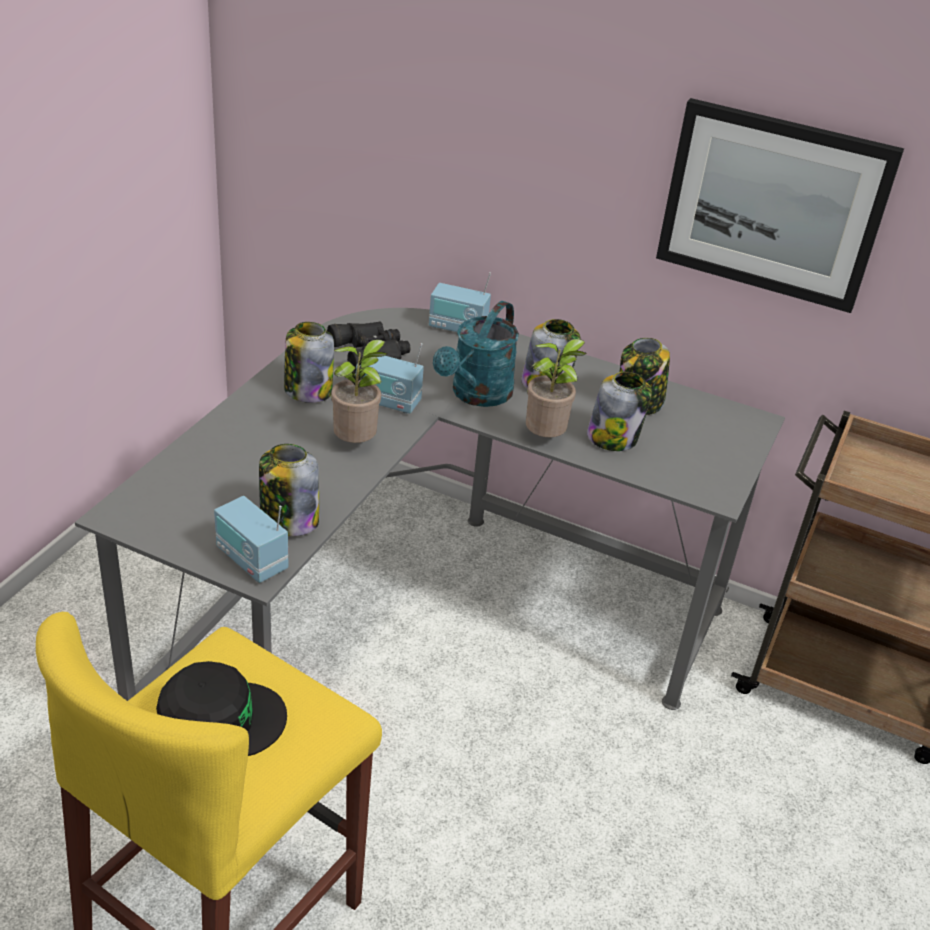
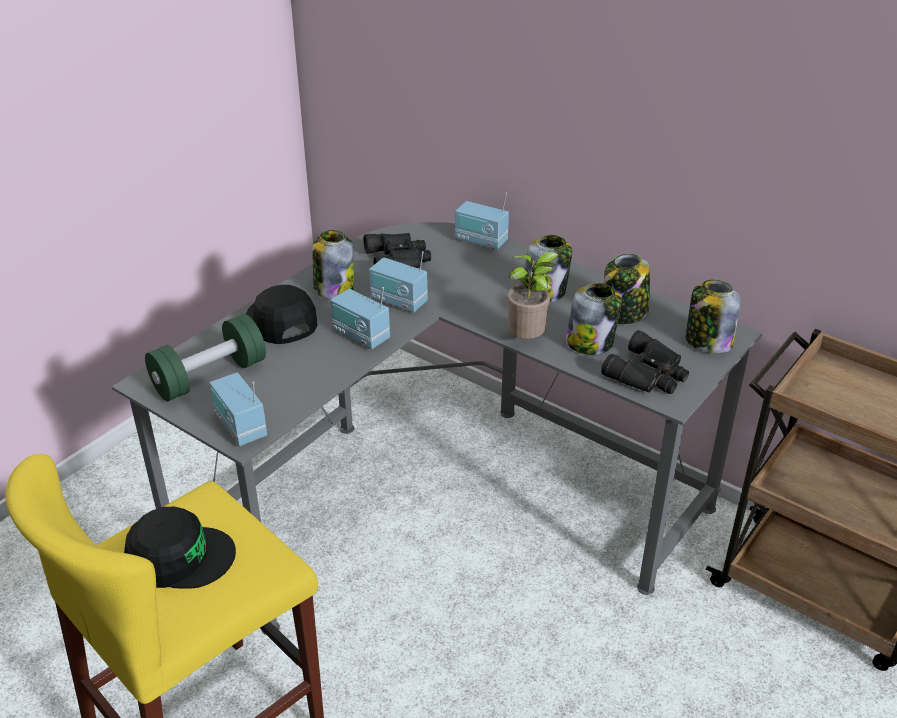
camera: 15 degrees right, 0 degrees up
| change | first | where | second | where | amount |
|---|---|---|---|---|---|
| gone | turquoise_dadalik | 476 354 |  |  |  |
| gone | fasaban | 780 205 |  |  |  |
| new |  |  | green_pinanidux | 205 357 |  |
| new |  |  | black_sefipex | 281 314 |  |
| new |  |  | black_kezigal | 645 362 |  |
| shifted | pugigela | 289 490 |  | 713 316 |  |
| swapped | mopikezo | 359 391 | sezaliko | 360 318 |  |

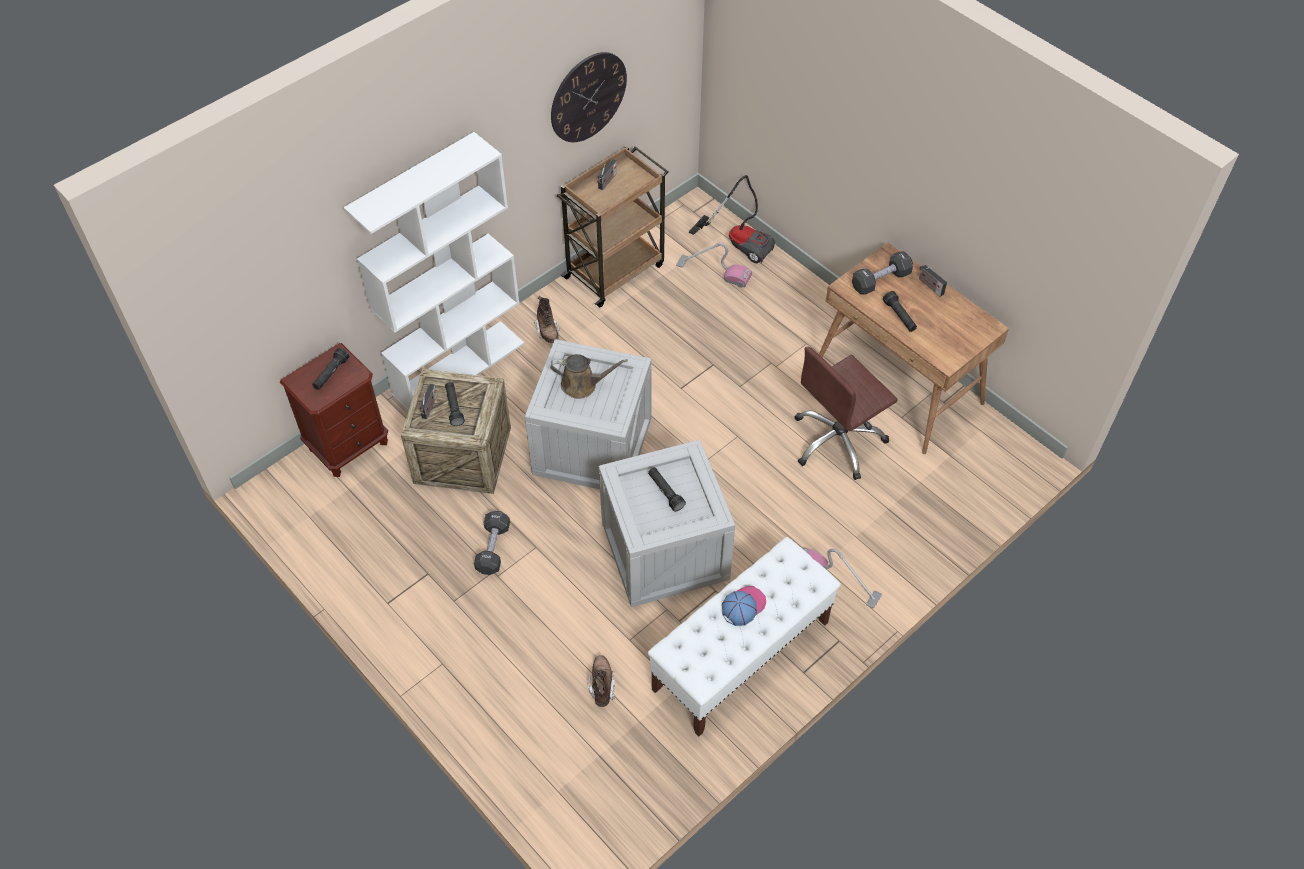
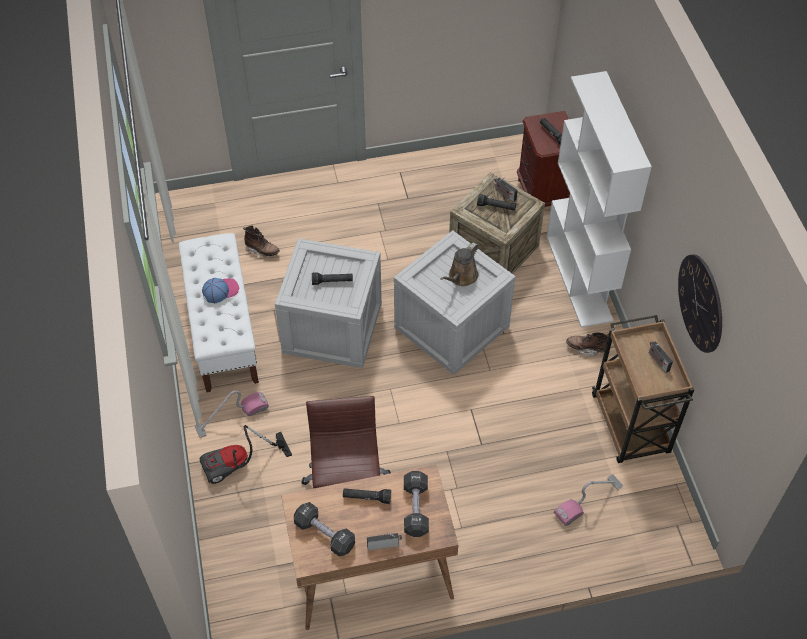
camera: 120 degrees right, 0 degrees up
| change | first | where | second | where | amount |
|---|---|---|---|---|---|
| shifted | black_pinanidux | 492 543 |  | 324 529 |  |
| shifted | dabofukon | 732 219 |  | 246 454 |  |
| rotated | sefipex | 744 606 |  | 220 290 | 105 degrees counterclockwise |

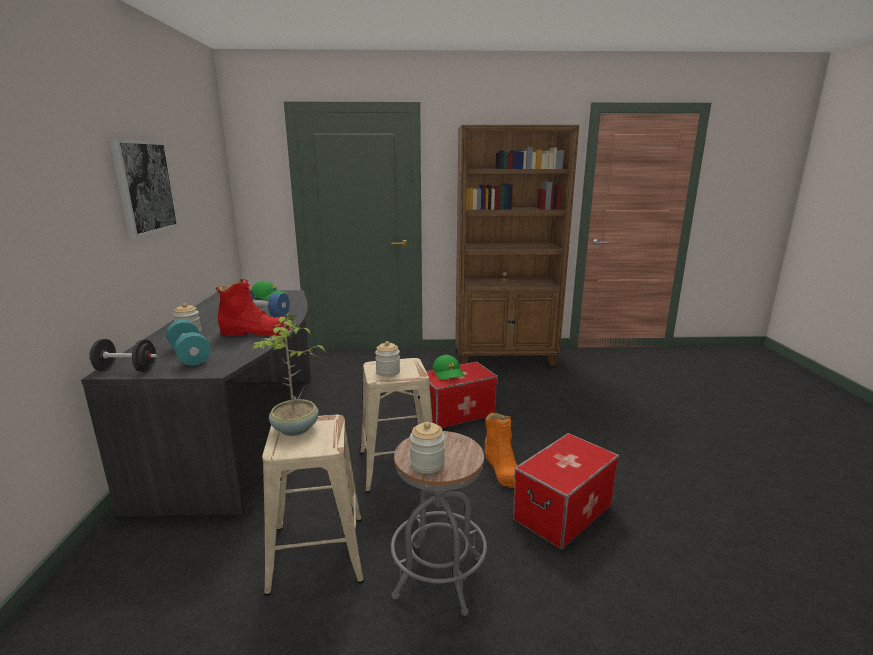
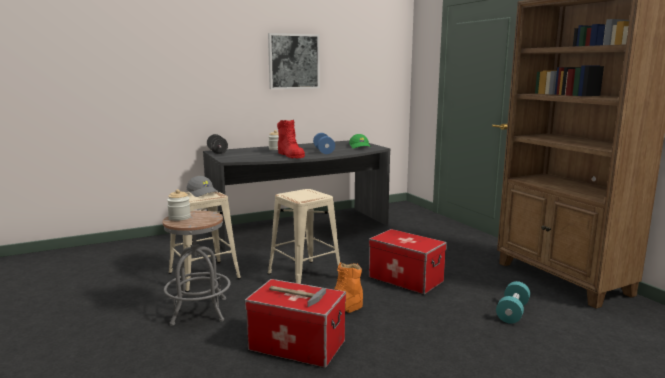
camera: 65 degrees right, 5 degrees down
| change | first | where | second | where | amount |
|---|---|---|---|---|---|
| gone | pugigela | 387 359 |  |  |  |
| gone | green_sefipex | 449 367 |  |  |  |
| new |  |  | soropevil | 297 296 |  |
| shifted | turquoise_pinanidux | 188 343 |  | 513 302 |  |
| swapped | mopikezo | 288 374 | grey_sefipex | 203 186 |  |

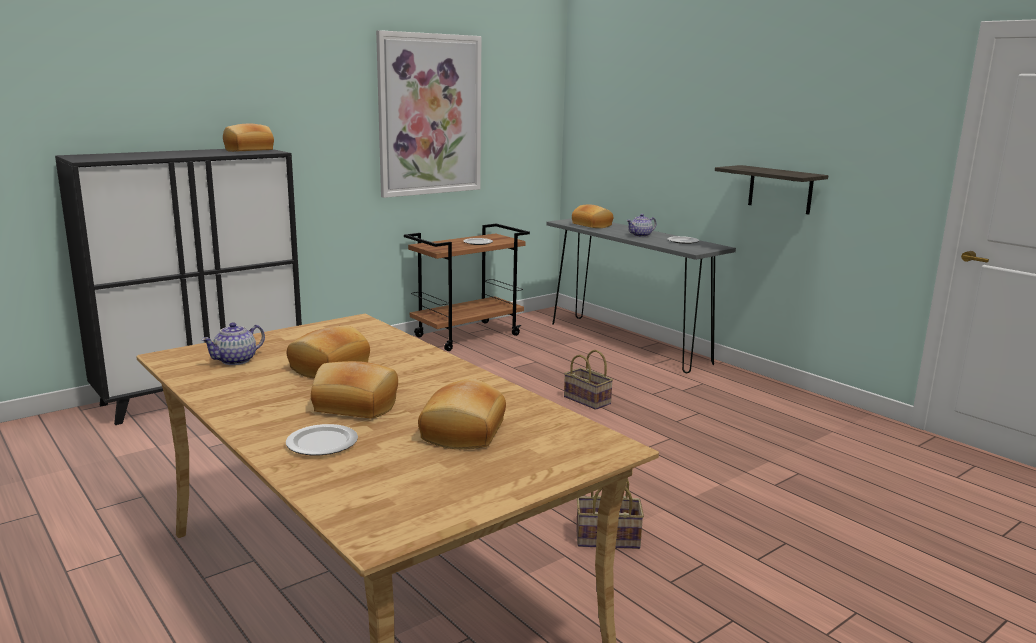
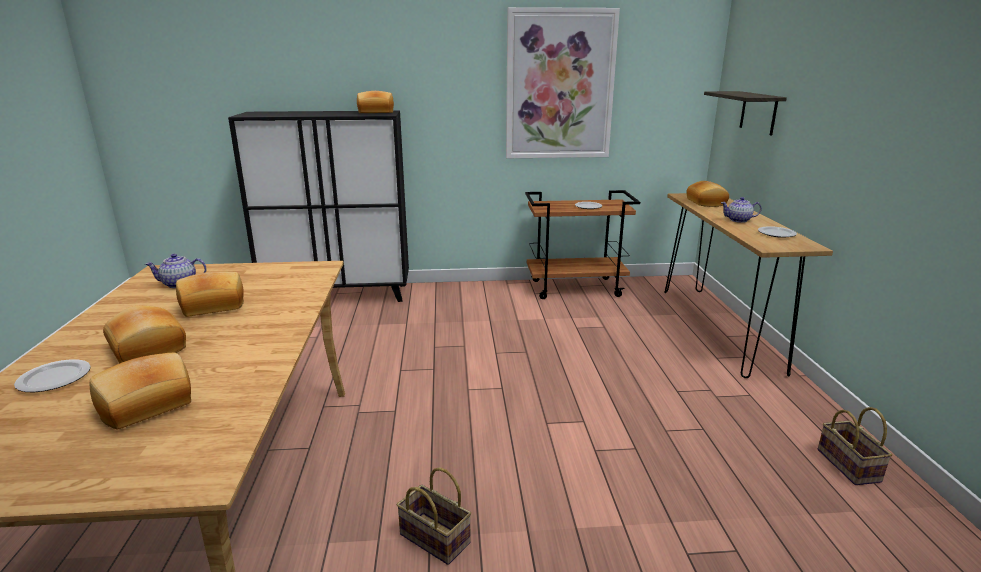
camera: 35 degrees right, 5 degrees up
| change | first | where | second | where | amount |
|---|---|---|---|---|---|
| shifted | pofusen | 588 380 |  | 855 446 |  |
| shifted | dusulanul | 771 189 |  | 745 113 |  |
| repainted | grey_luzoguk | 641 295 | brown_luzoguk | 748 285 |  |

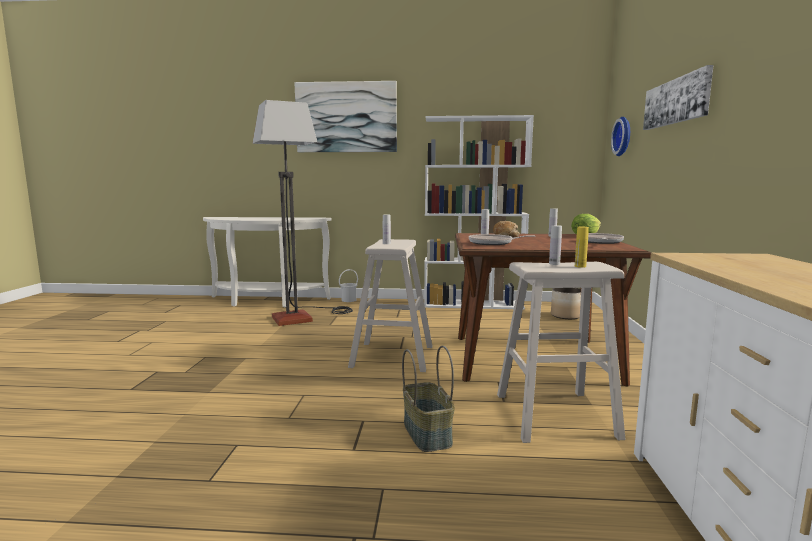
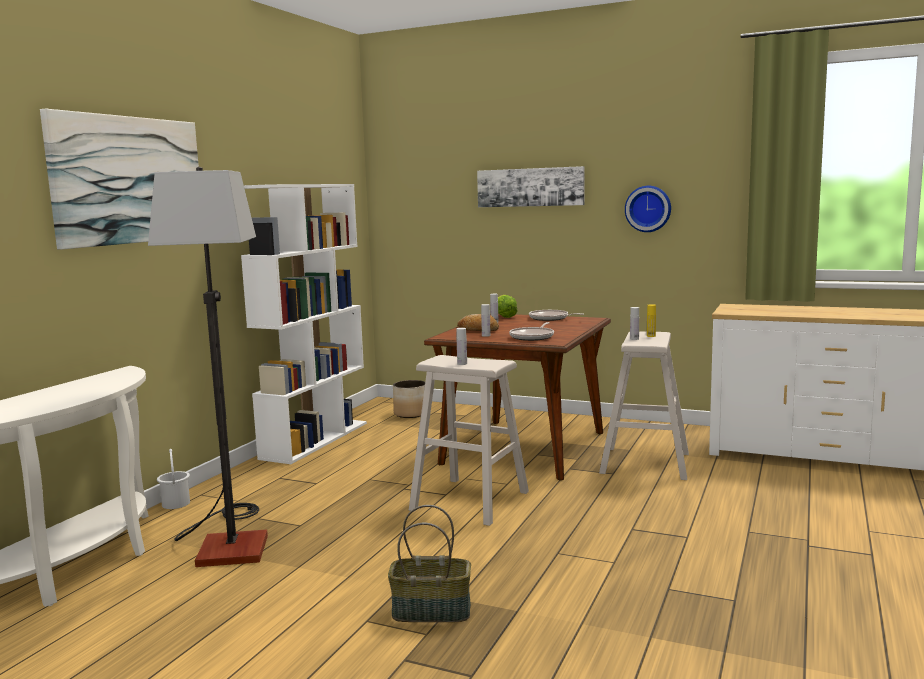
camera: 70 degrees left, 0 degrees up
| change | first | where | second | where | amount |
|---|---|---|---|---|---|
| shifted | pofusen | 428 399 |  | 429 563 |  |
| shifted | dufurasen | 620 136 |  | 648 209 |  |

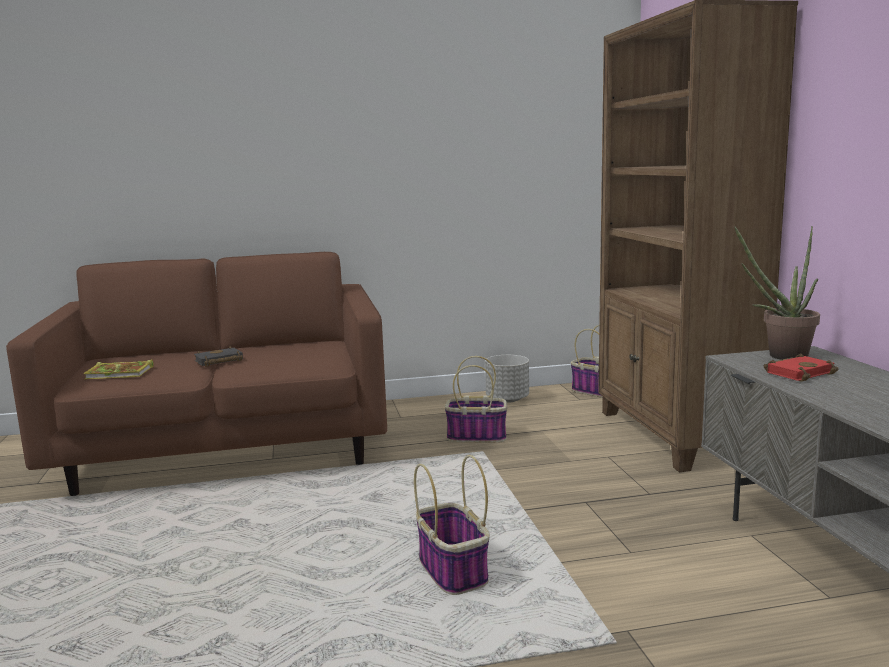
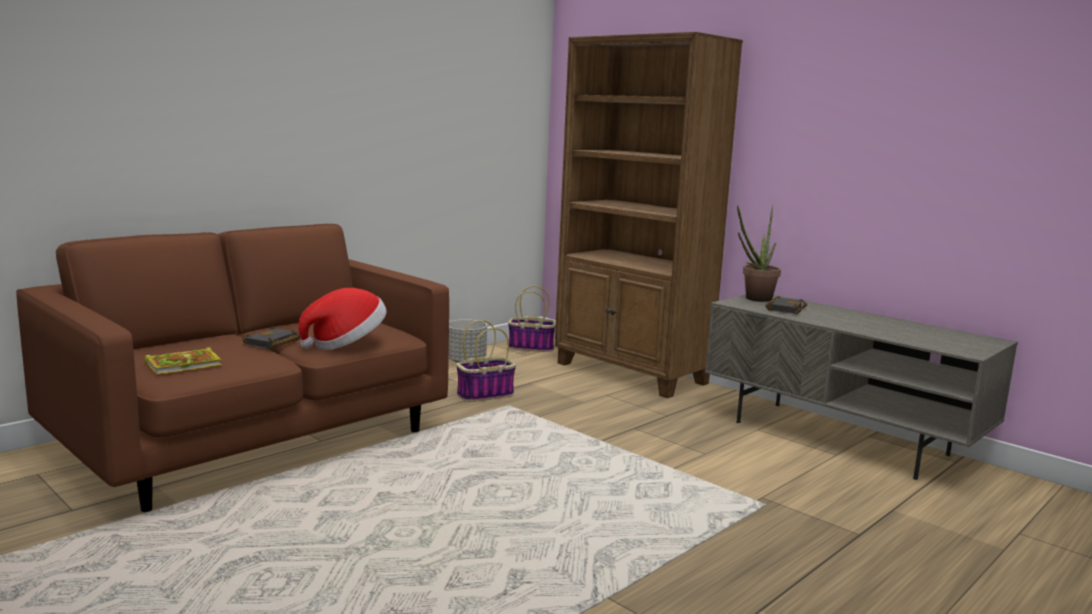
camera: 35 degrees left, 0 degrees up
| change | first | where | second | where | amount |
|---|---|---|---|---|---|
| gone | pofusen | 452 525 |  |  |  |
| new |  |  | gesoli | 342 319 |  |
| repainted | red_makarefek | 801 368 | black_makarefek | 786 305 |  |

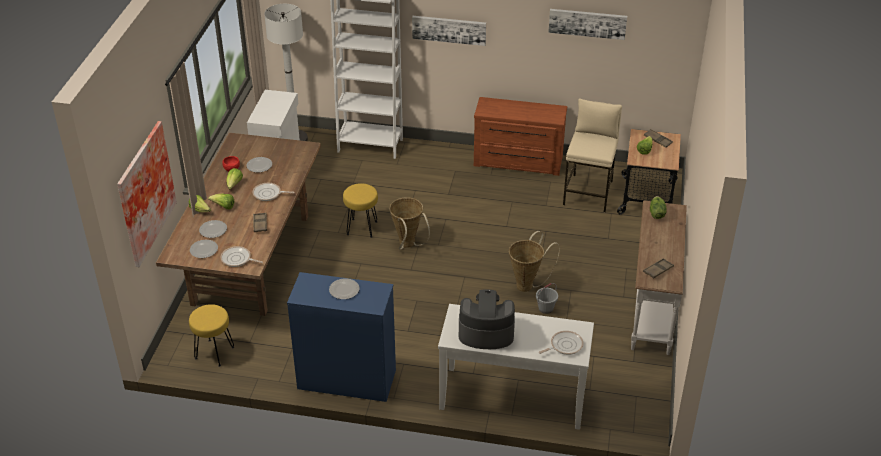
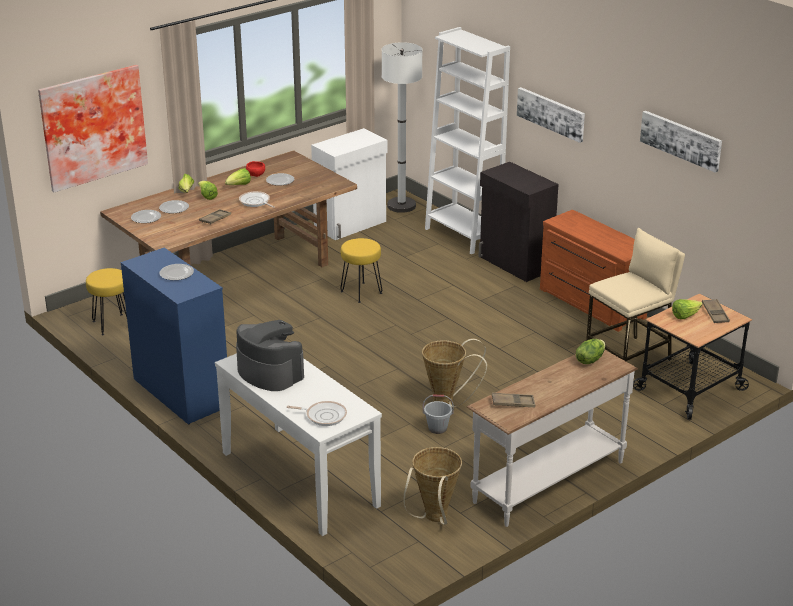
camera: 40 degrees right, 10 degrees down
| change | first | where | second | where | amount |
|---|---|---|---|---|---|
| gone | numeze | 242 256 |  |  |  |
| new |  |  | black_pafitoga | 519 222 |  |
| shifted | pofusen | 409 223 |  | 432 486 |  |

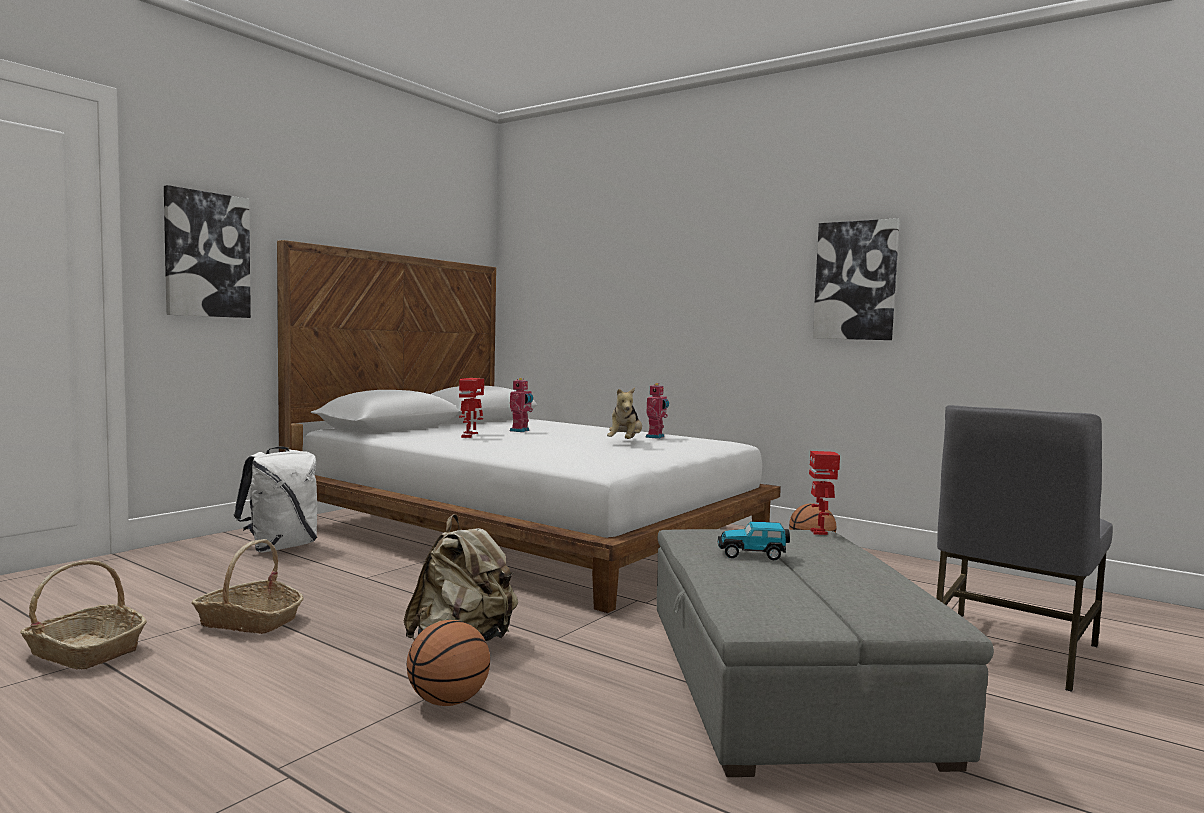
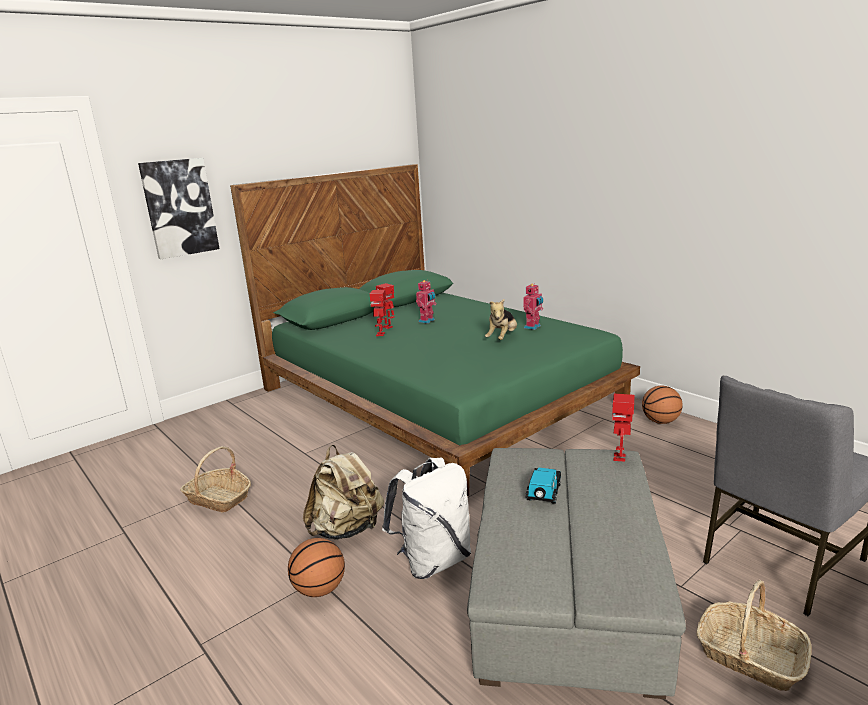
camera: 15 degrees right, 15 degrees up
| change | first | where | second | where | amount |
|---|---|---|---|---|---|
| gone | fasaban | 856 279 |  |  |  |
| shifted | pofusen | 83 615 |  | 754 635 |  |
| shifted | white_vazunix | 275 499 |  | 426 518 |  |
| repainted | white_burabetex | 529 426 | green_burabetex | 435 330 |  |
| rotated | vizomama | 754 540 |  | 543 486 | 90 degrees clockwise |

